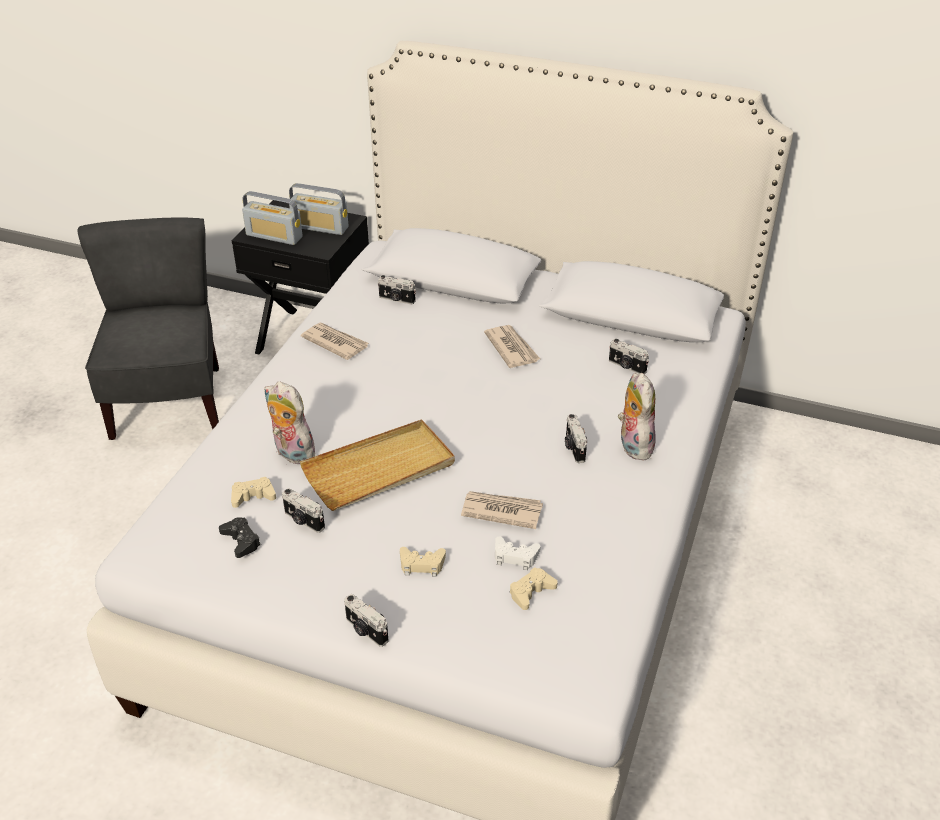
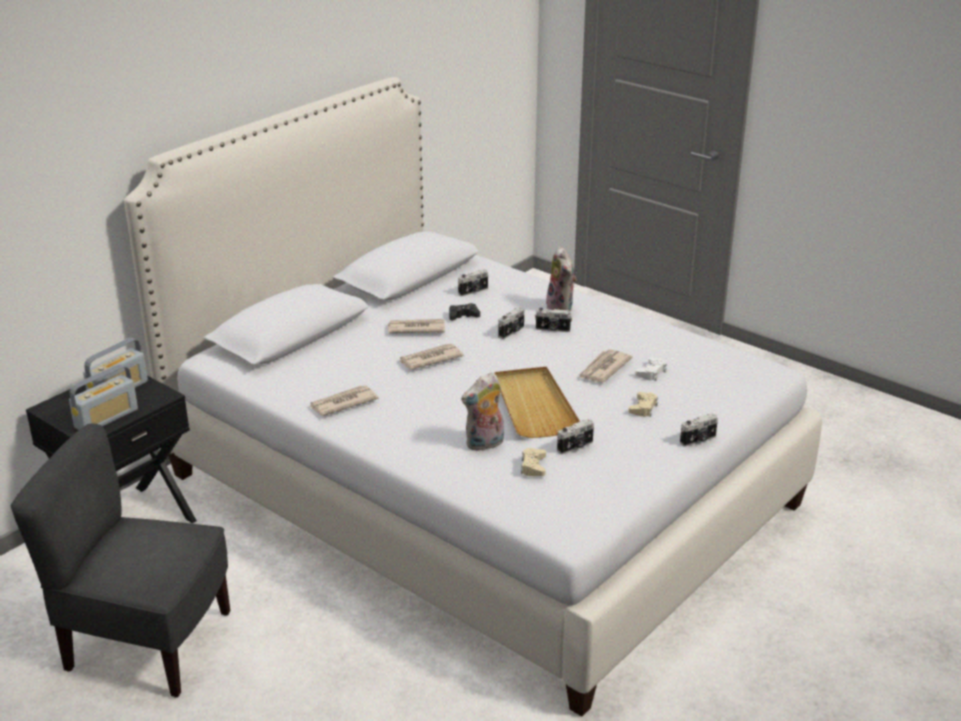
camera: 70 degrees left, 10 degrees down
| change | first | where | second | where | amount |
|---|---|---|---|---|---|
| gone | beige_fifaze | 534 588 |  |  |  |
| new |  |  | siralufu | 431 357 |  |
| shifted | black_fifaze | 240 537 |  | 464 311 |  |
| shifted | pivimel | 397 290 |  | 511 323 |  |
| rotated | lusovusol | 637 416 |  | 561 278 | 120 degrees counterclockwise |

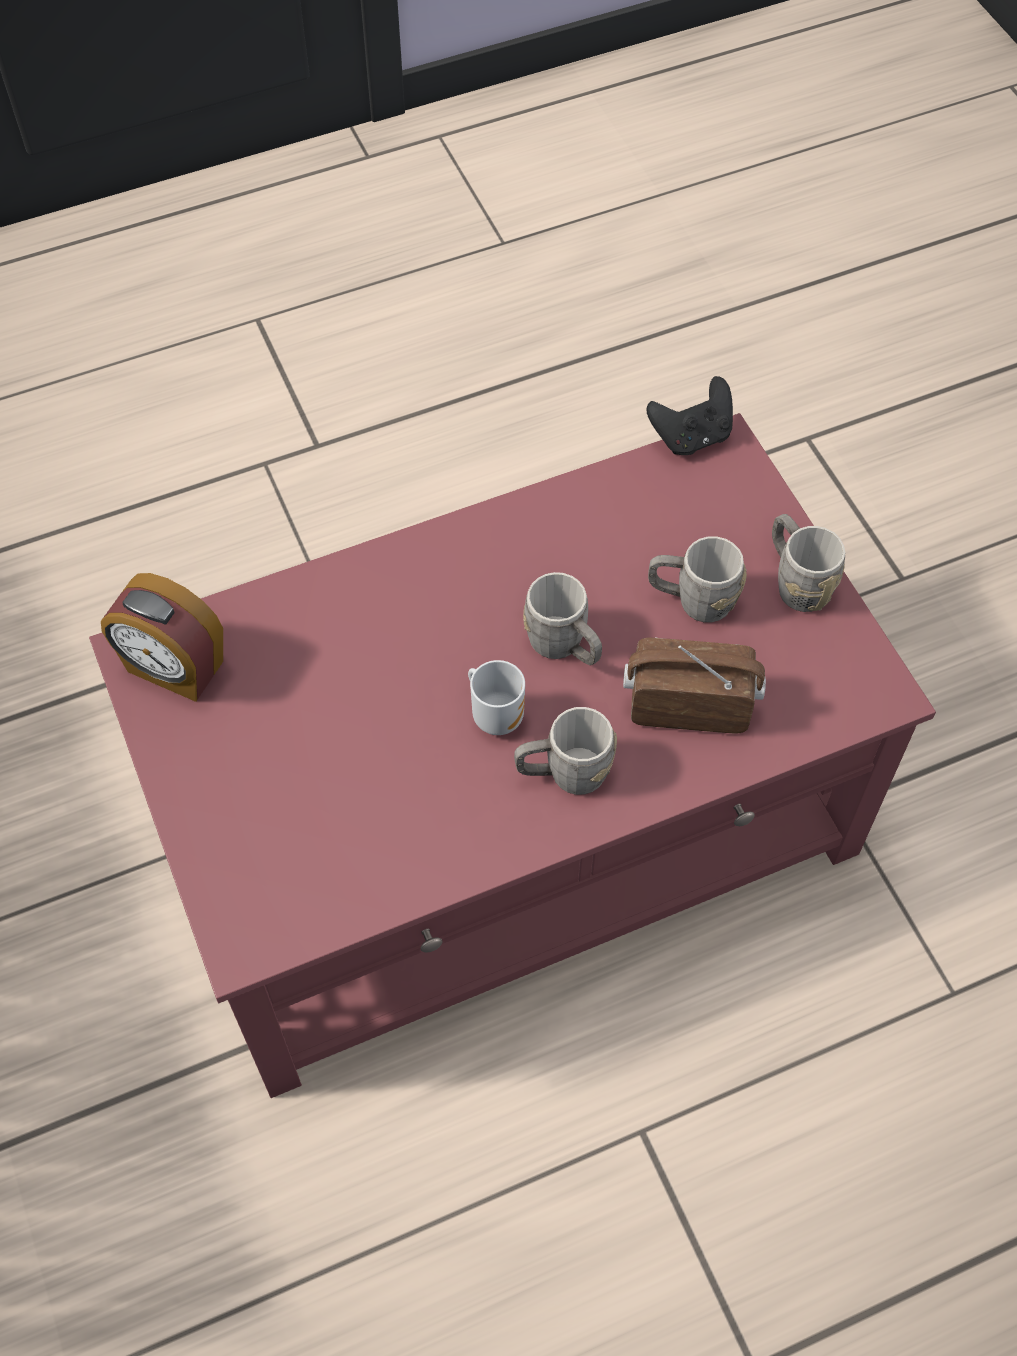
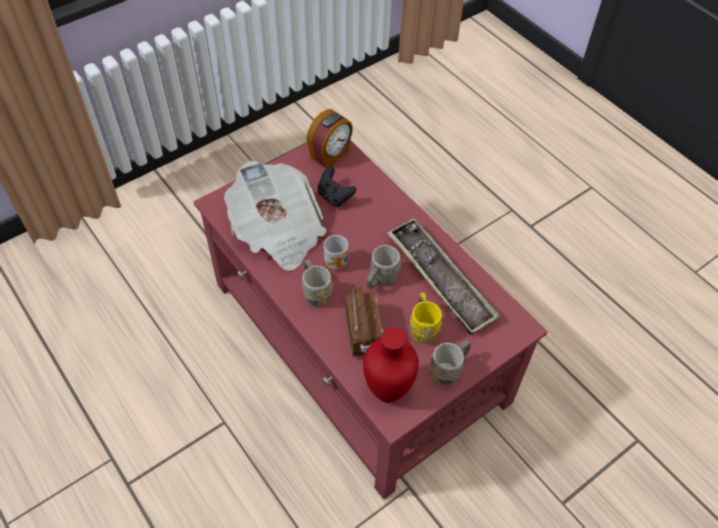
camera: 75 degrees right, 5 degrees down
| change | first | where | second | where | amount |
|---|---|---|---|---|---|
| new |  |  | siralufu | 275 216 |  |
| new |  |  | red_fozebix | 391 365 |  |
| new |  |  | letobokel | 443 276 |  |
| shifted | black_fifaze | 689 415 |  | 337 187 |  |
| repainted | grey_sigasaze | 697 579 | yellow_sigasaze | 426 318 |  |
| rotated | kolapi | 162 637 |  | 329 138 | 150 degrees counterclockwise |

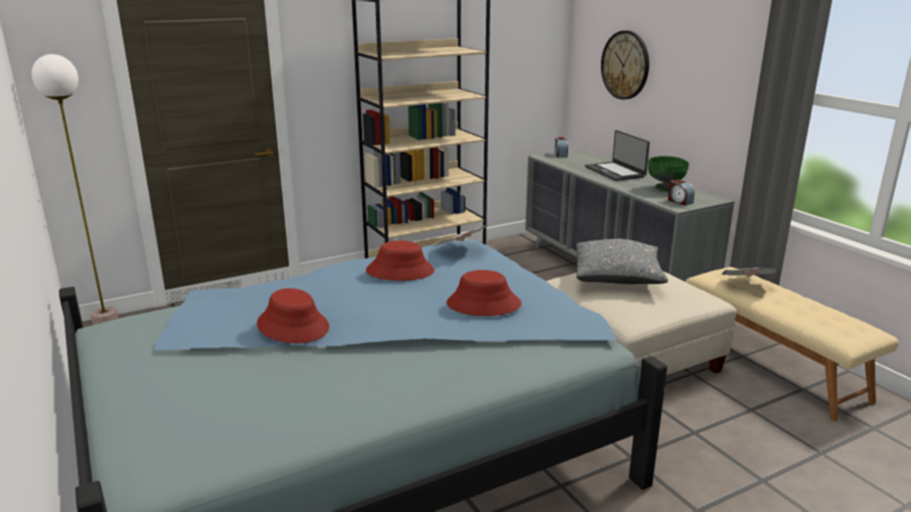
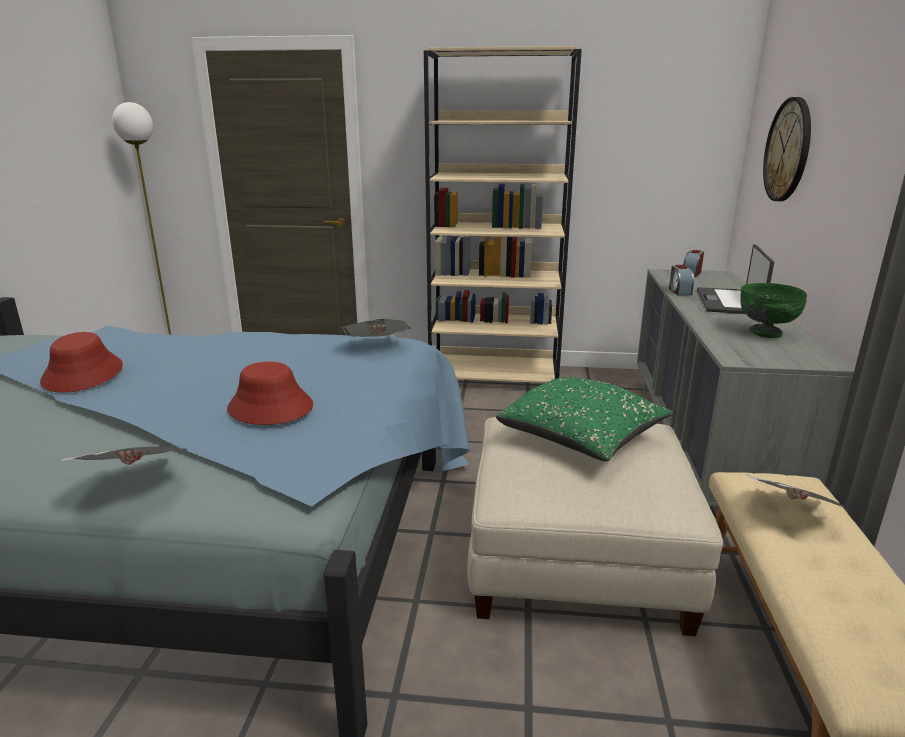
camera: 35 degrees right, 0 degrees up
| change | first | where | second | where | amount |
|---|---|---|---|---|---|
| gone | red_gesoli | 400 261 |  |  |  |
| new |  |  | siralufu | 124 456 |  |
| shifted | kolapi | 681 192 |  | 681 280 |  |
| repainted | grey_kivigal | 622 261 | green_kivigal | 584 419 |  |

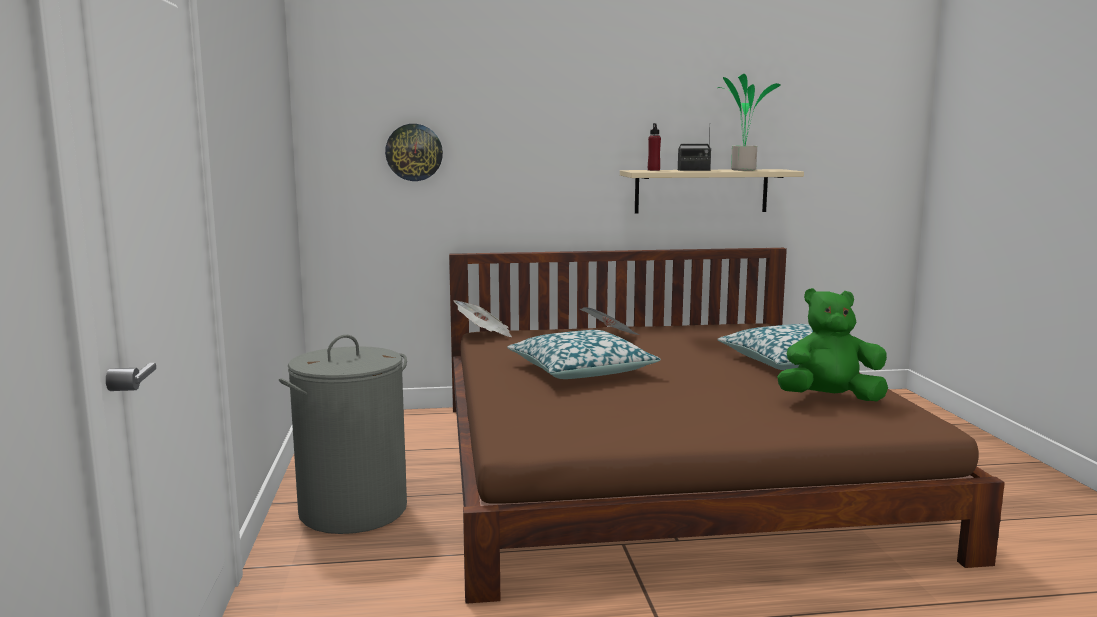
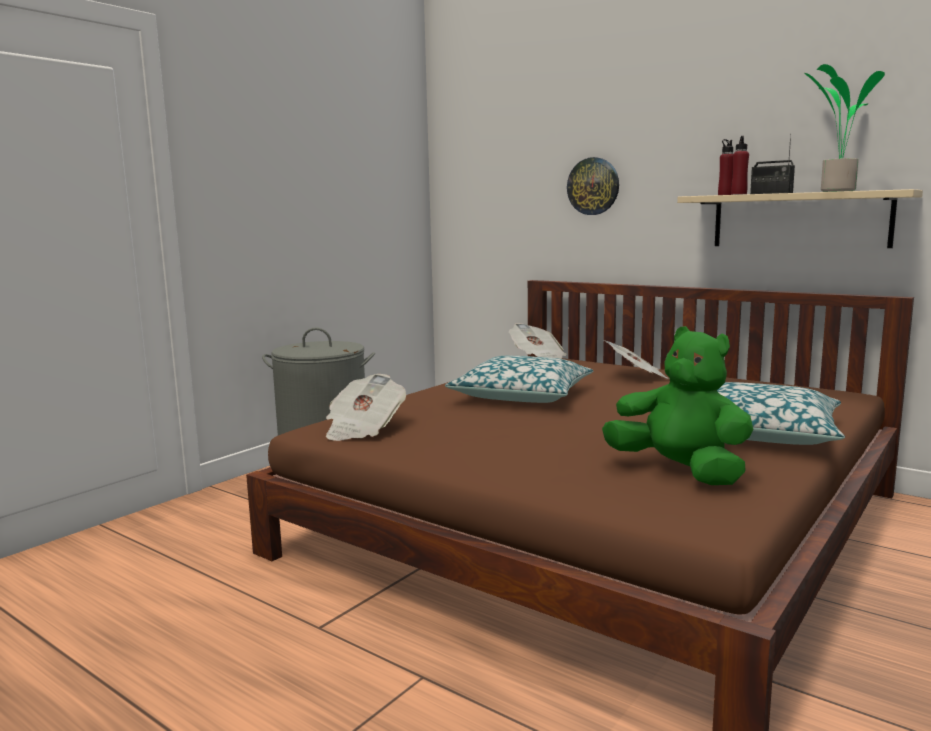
camera: 45 degrees right, 0 degrees up
| change | first | where | second | where | amount |
|---|---|---|---|---|---|
| new |  |  | siralufu | 366 407 |  |
| new |  |  | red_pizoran | 740 165 |  |
| shifted | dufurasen | 414 152 |  | 593 186 |  |

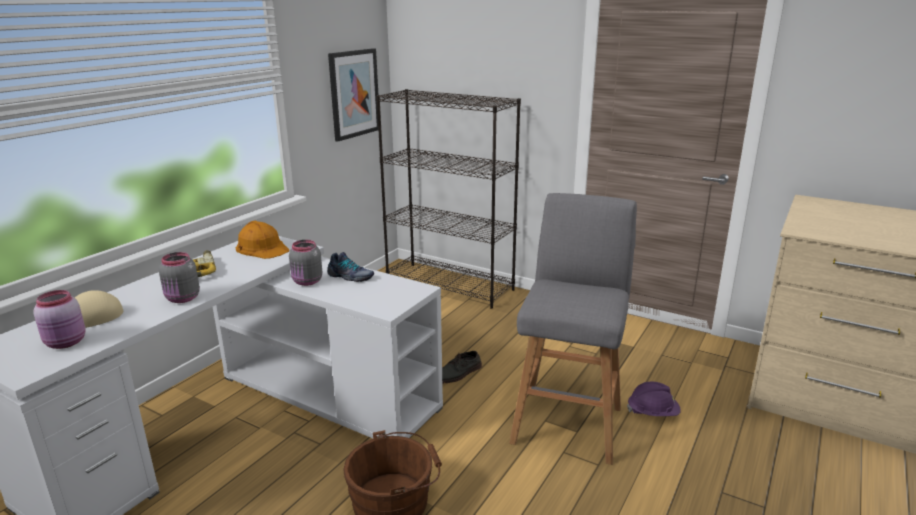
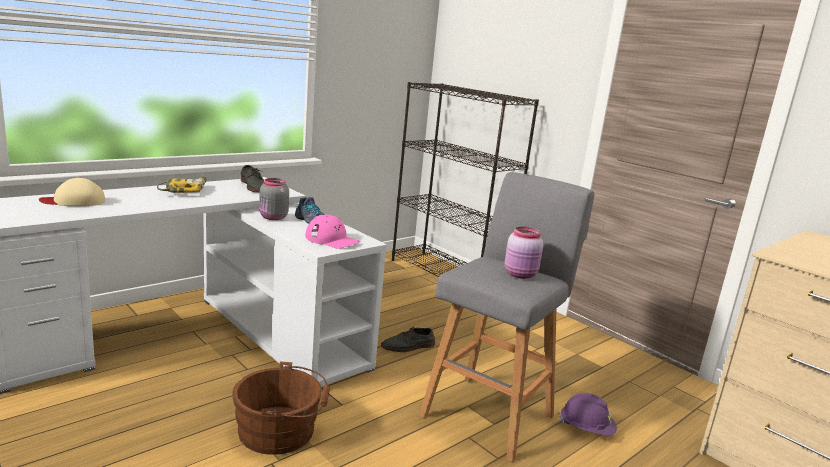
camera: 15 degrees right, 5 degrees down
| change | first | where | second | where | amount |
|---|---|---|---|---|---|
| gone | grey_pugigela | 179 277 |  |  |  |
| gone | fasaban | 353 95 |  |  |  |
| new |  |  | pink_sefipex | 332 232 |  |
| shifted | pink_pugigela | 59 319 |  | 523 252 |  |
| swapped | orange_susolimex | 262 240 | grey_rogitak | 252 178 |  |

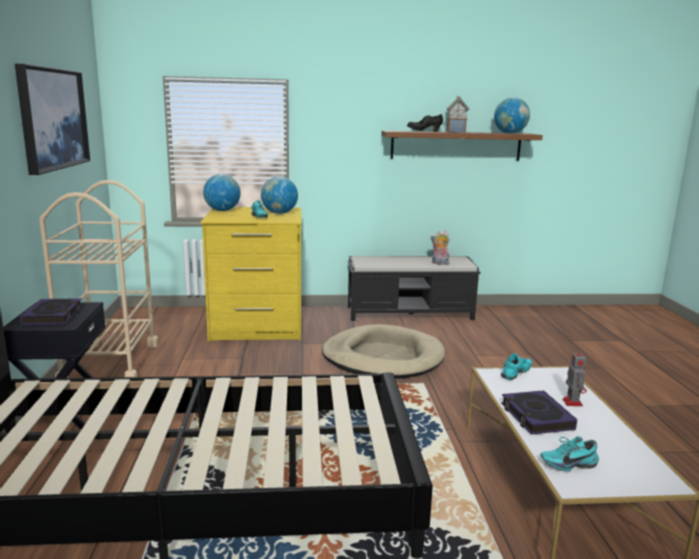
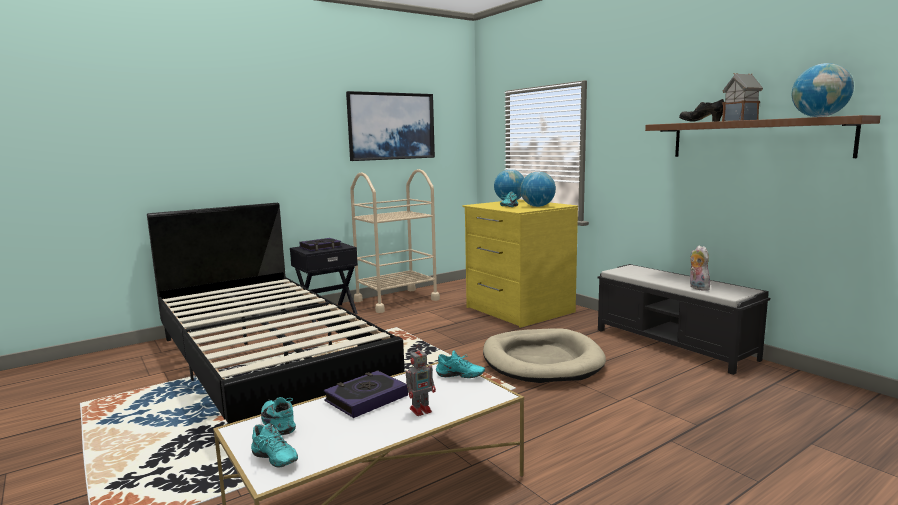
camera: 60 degrees right, 5 degrees down
| change | first | where | second | where | amount |
|---|---|---|---|---|---|
| new |  |  | turquoise_rogitak | 274 445 |  |

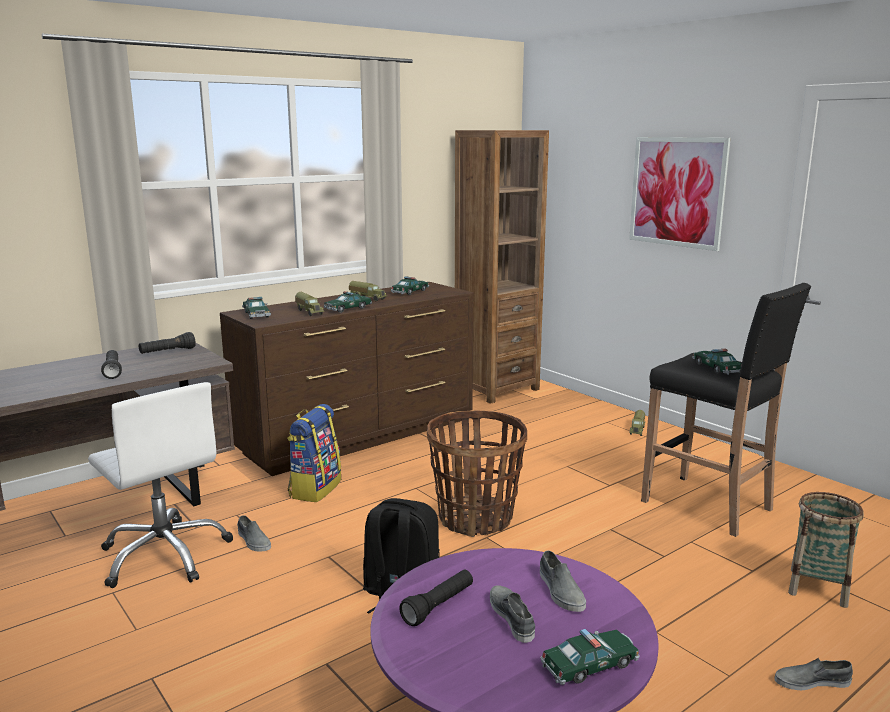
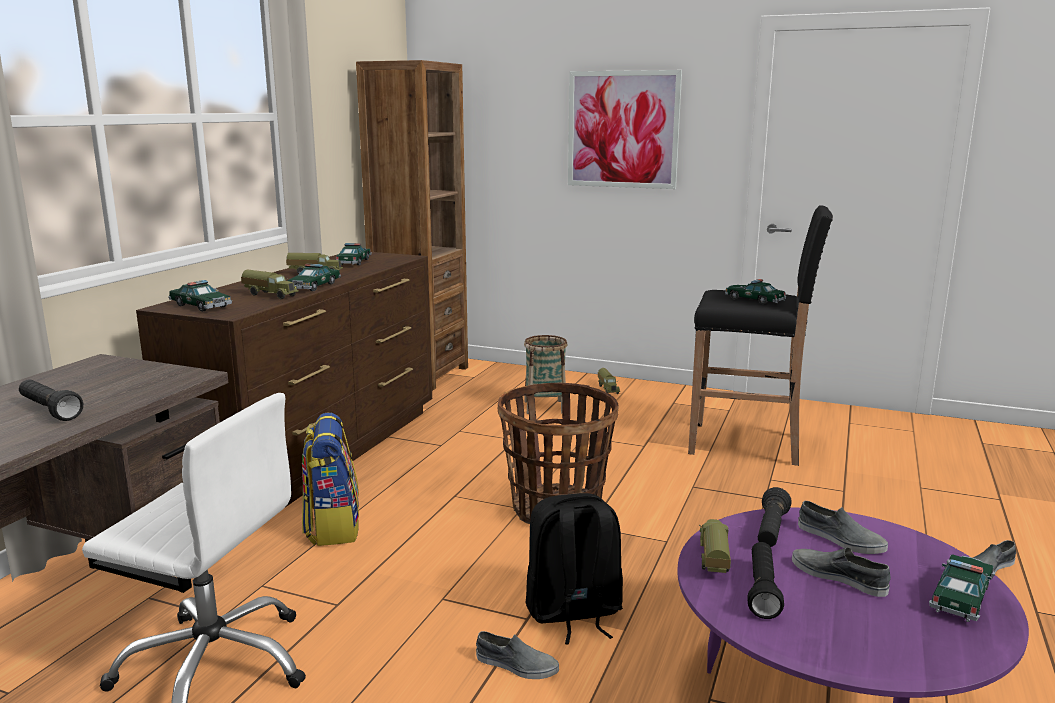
camera: 30 degrees left, 0 degrees up
| change | first | where | second | where | amount |
|---|---|---|---|---|---|
| new |  |  | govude | 715 546 |  |
| shifted | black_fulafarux | 167 343 |  | 775 517 |  |
| shifted | grey_rogitak | 254 533 |  | 517 655 |  |
| shifted | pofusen | 826 550 |  | 545 374 |  |

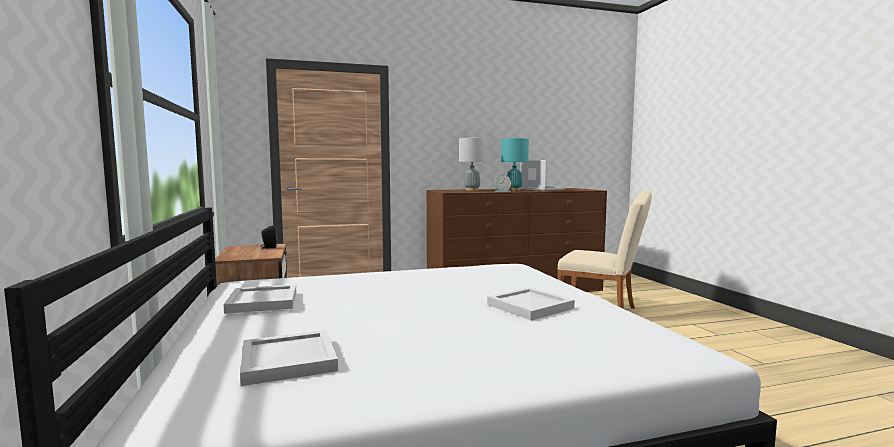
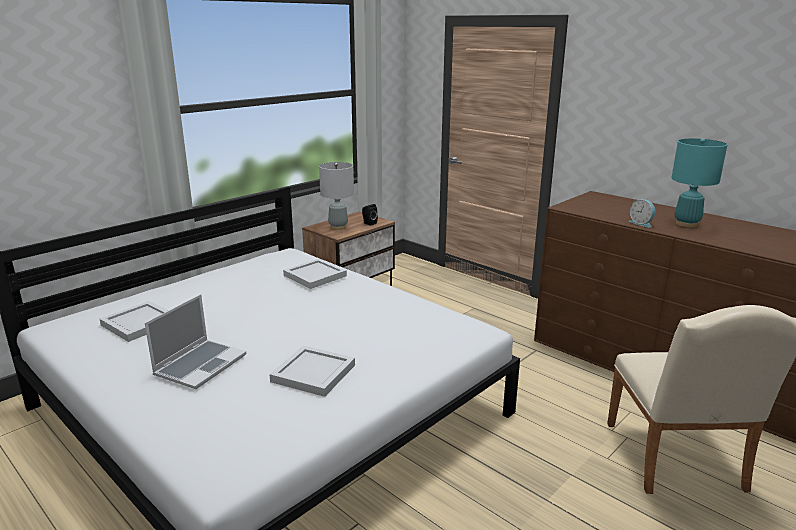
camera: 60 degrees right, 15 degrees up
| change | first | where | second | where | amount |
|---|---|---|---|---|---|
| shifted | white_letobokel | 260 299 |  | 315 274 |  |
| shifted | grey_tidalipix | 472 163 |  | 336 196 |  |
| shifted | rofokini | 542 175 |  | 195 341 |  |

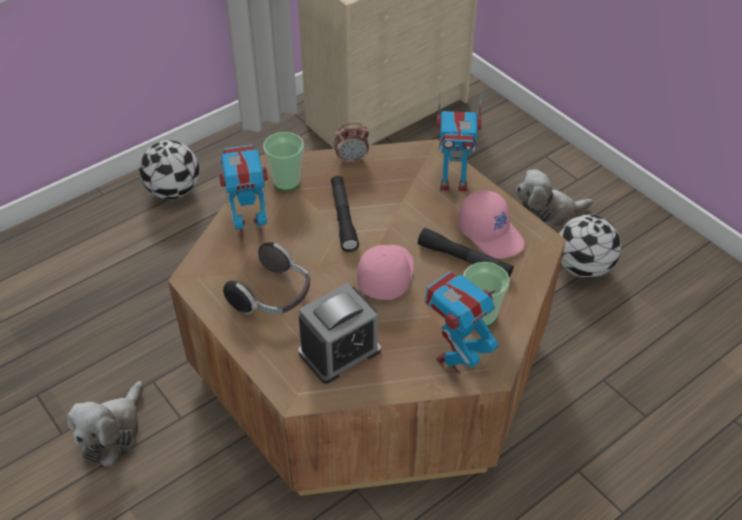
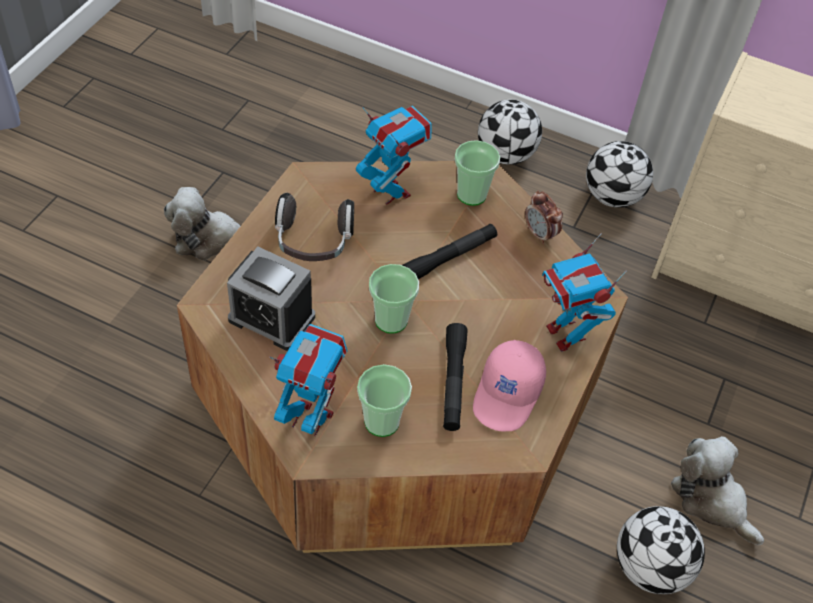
camera: 60 degrees right, 5 degrees up
| change | first | where | second | where | amount |
|---|---|---|---|---|---|
| new |  |  | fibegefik | 619 174 |  |
| swapped | pink_sefipex | 385 272 | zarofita | 394 298 |  |

